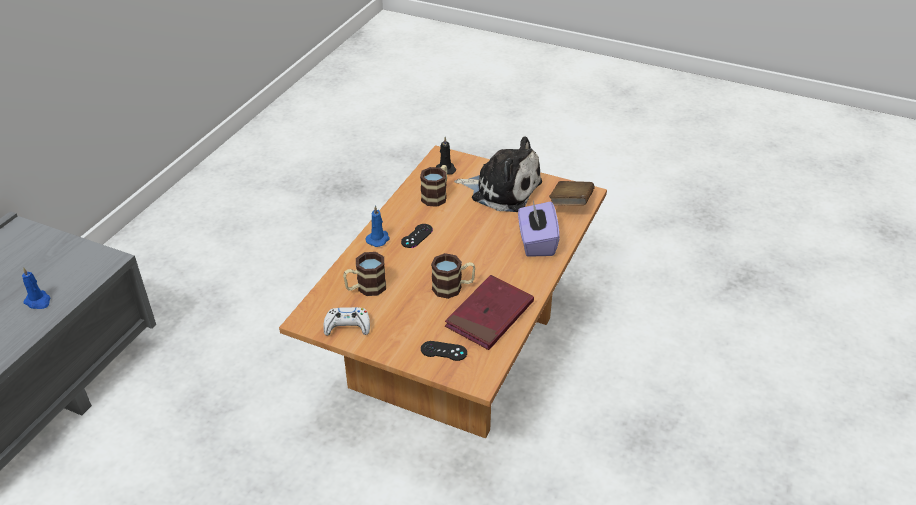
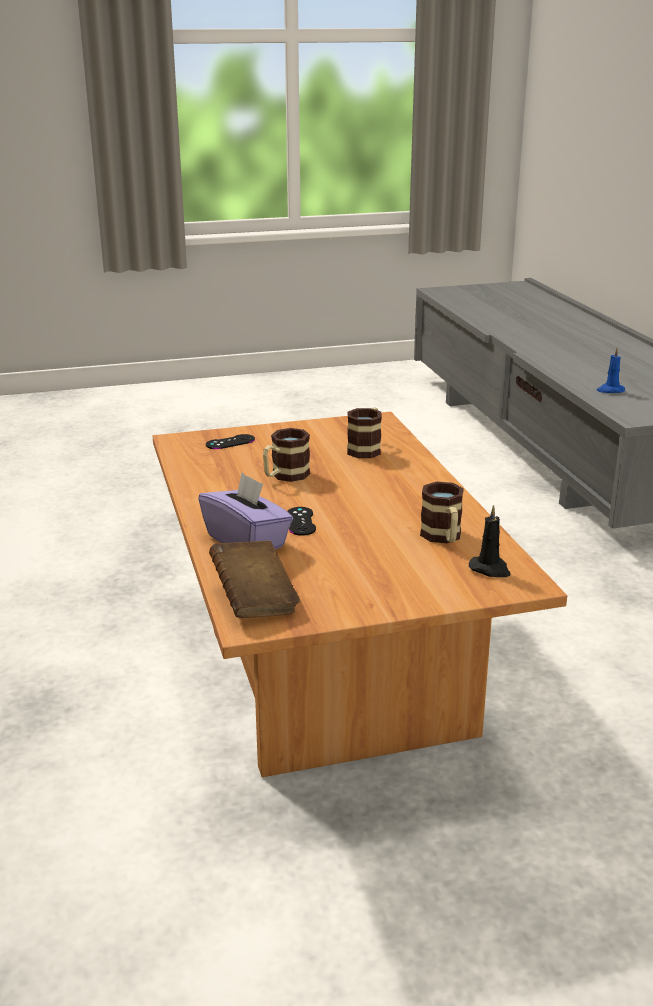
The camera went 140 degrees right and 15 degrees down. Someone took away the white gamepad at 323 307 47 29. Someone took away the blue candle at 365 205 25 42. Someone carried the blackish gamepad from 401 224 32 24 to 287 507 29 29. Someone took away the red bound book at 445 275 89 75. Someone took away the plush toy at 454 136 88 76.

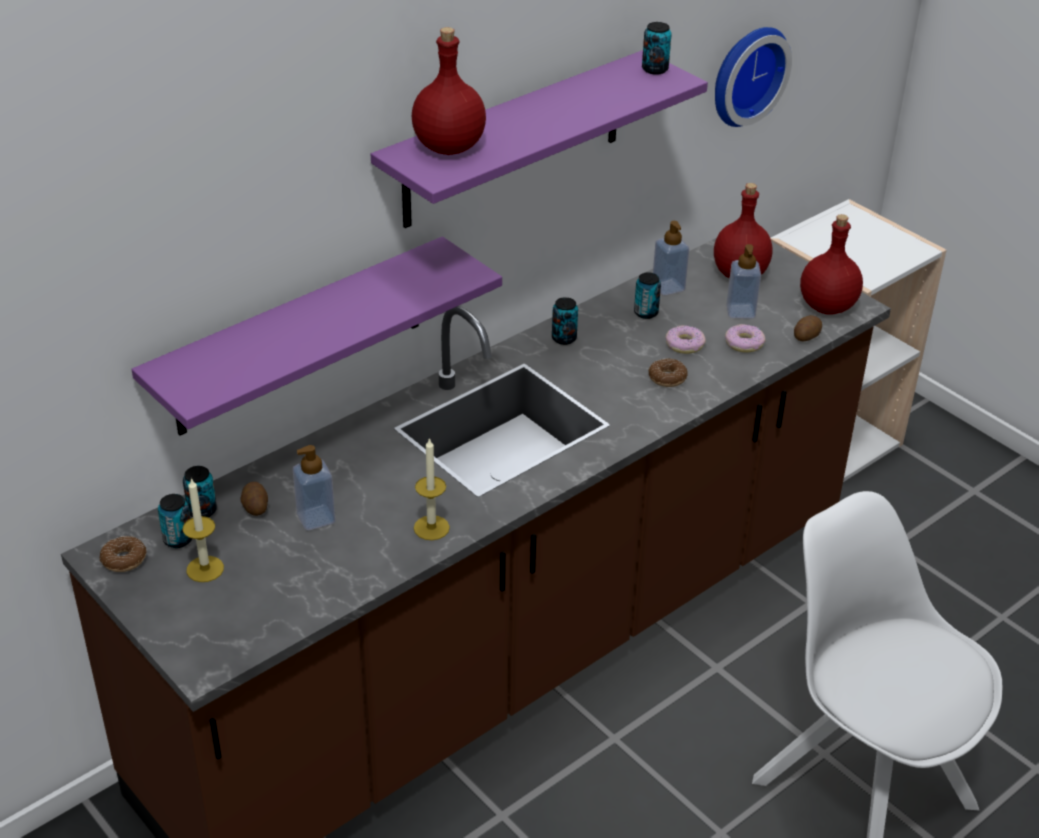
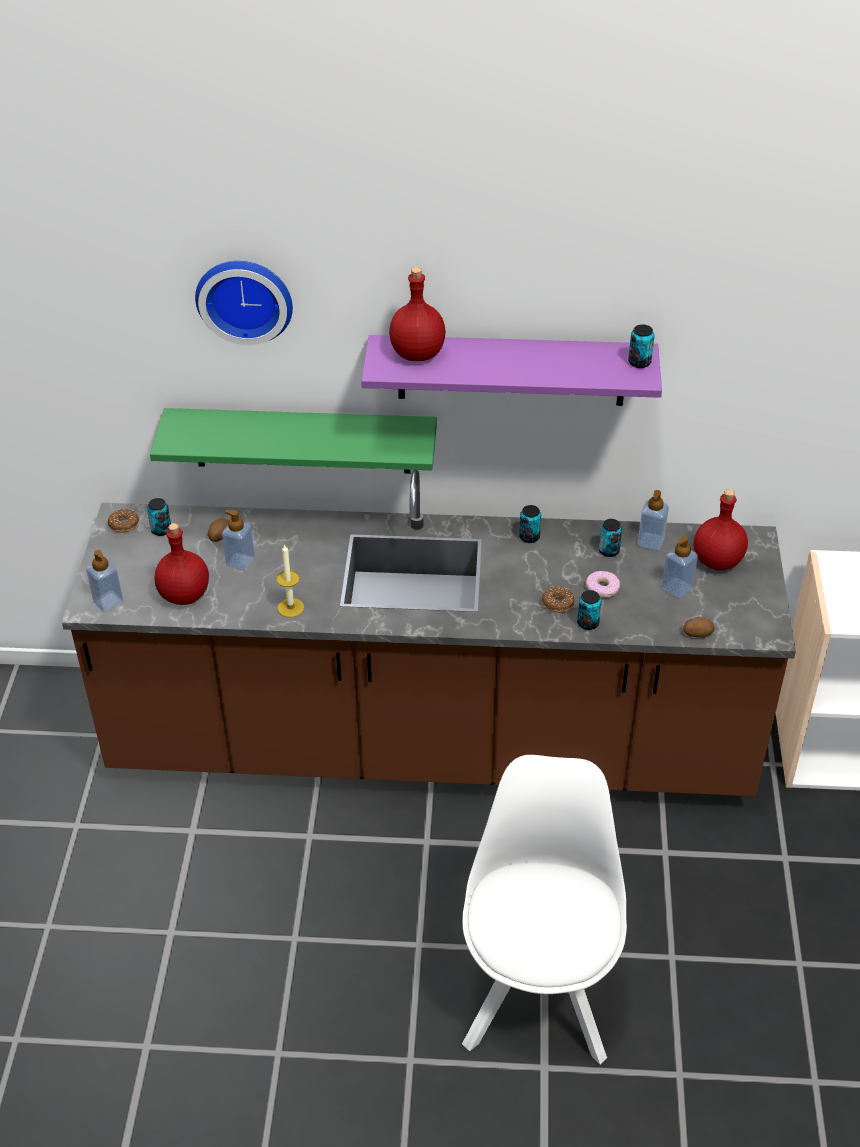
The camera went 45 degrees right and 5 degrees up. Someone repainted the purple wall shelf at 131 237 371 199, which became the greenish wall shelf at 150 408 287 66. Someone carried the sealed can from 183 466 34 51 to 577 590 24 40. Someone took away the candle at 183 478 41 104. Someone carried the clock on the wall from 715 27 77 100 to 195 261 98 84. Someone took away the donut at 725 324 41 28. Someone carried the red drink bottle from 800 214 63 101 to 155 523 54 82. Someone put down the liquid soap bottle at 86 550 38 62.

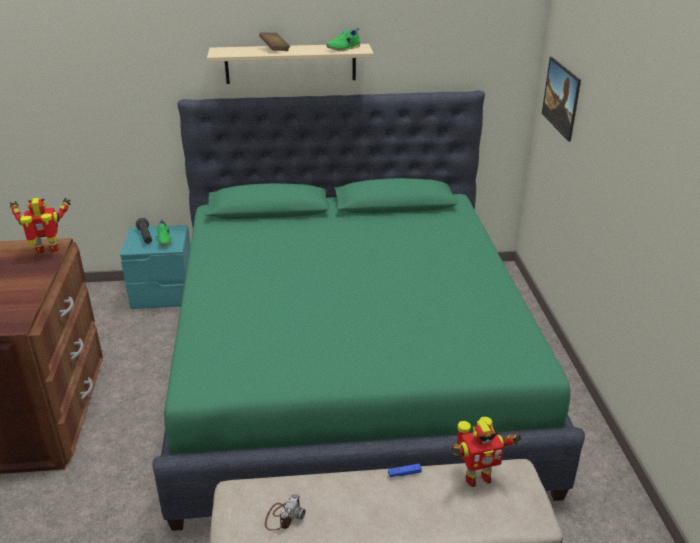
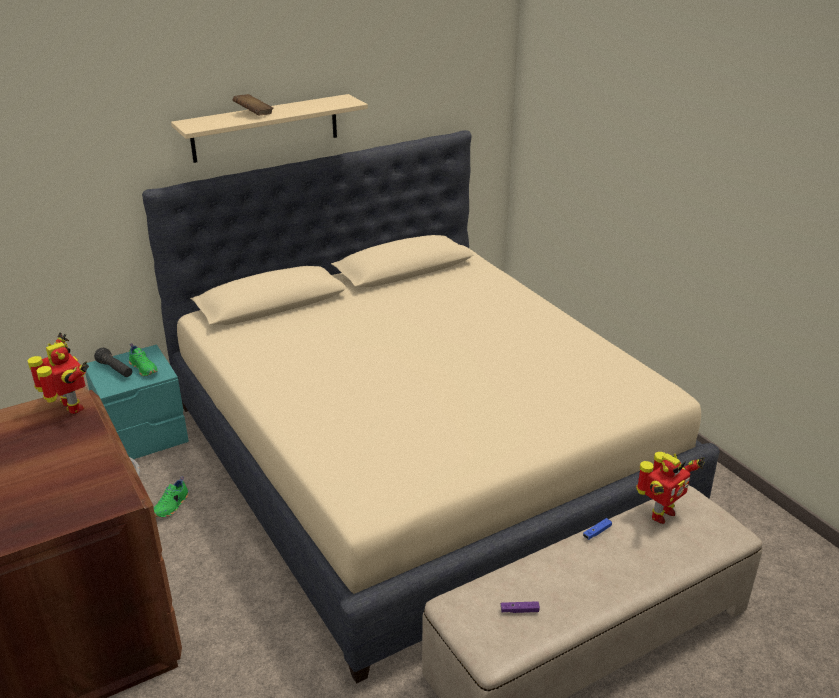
The camera went 25 degrees left and 0 degrees up. Someone rotated the toy robot at 10 198 60 56 by 90 degrees clockwise. Someone repainted the greenish sleeping bed at 152 90 433 441, which became the sand-coloured sleeping bed at 142 130 578 554. Someone swapped the still camera at 265 494 41 37 for the purple gamepad at 500 601 40 12. Someone carried the greenish item of footwear from 327 28 33 23 to 154 477 35 41. Someone took away the picture at 542 57 39 85.

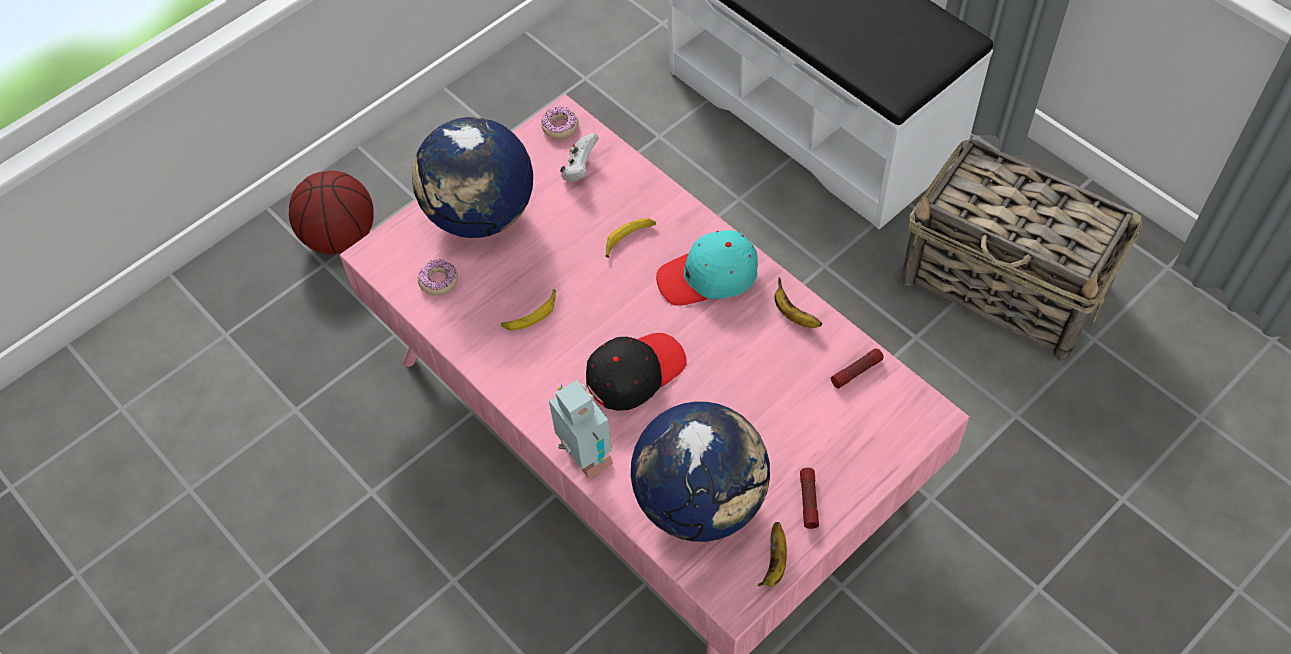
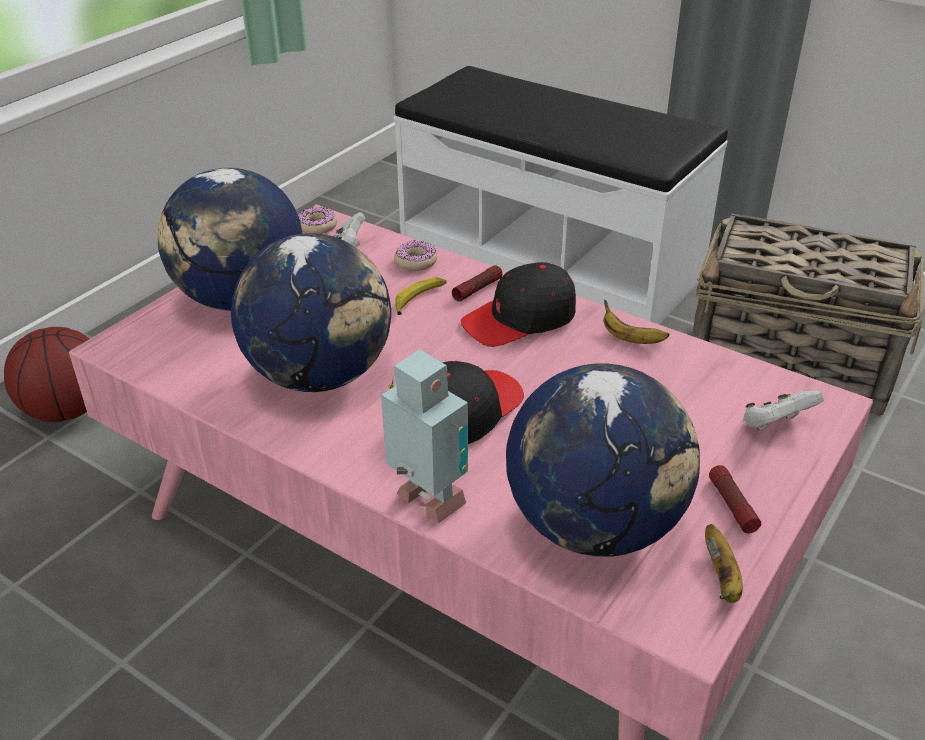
The camera went 15 degrees left and 20 degrees down. Someone carried the donut from 418 259 40 37 to 394 241 43 30. Someone swapped the banana fruit at 501 290 55 41 for the desk globe at 231 233 160 159. Someone repainted the turquoise peaked cap at 656 230 102 76, which became the blackish peaked cap at 461 262 115 85. Someone carried the flashlight from 831 348 52 41 to 452 265 50 37. Someone put down the white gamepad at 743 391 81 39.

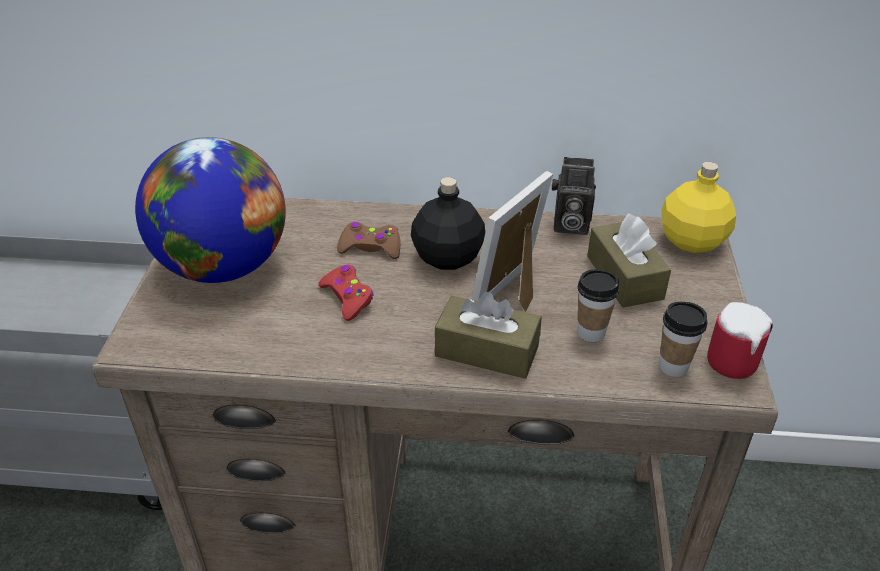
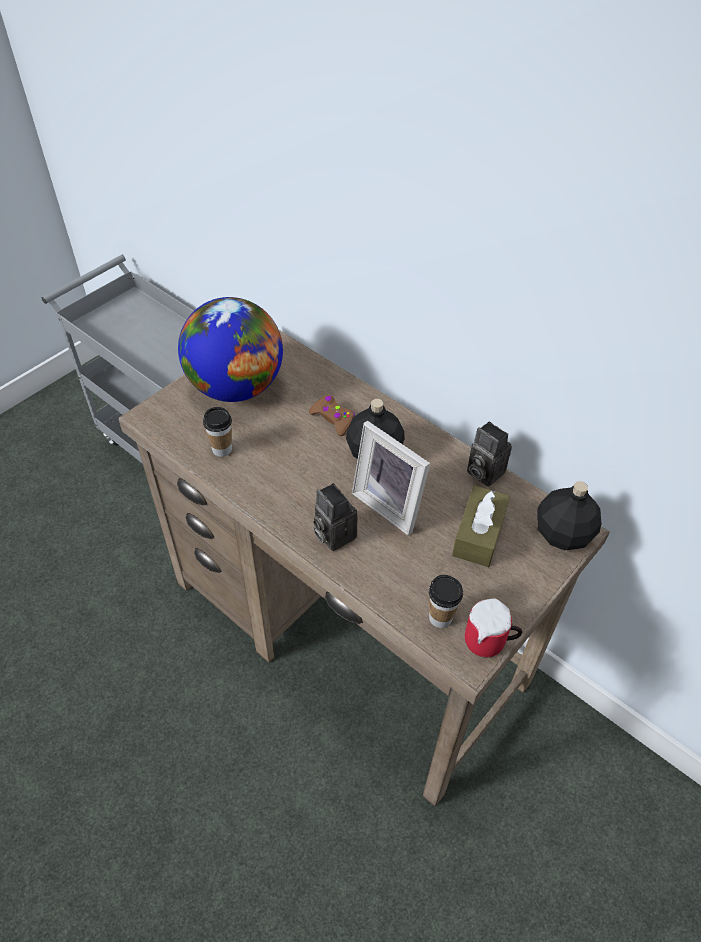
The camera went 35 degrees right and 10 degrees up. Someone took away the red gamepad at 318 264 55 57. Someone swapped the brown-coloured tissue holder at 435 292 107 87 for the still camera at 313 483 45 68. Someone rotated the photo frame at 471 171 82 140 by 120 degrees counterclockwise. Someone carried the drinking cup from 577 269 42 73 to 203 407 29 50. Someone repainted the yellowish drink bottle at 661 162 75 91, which became the blackish drink bottle at 537 481 65 69.

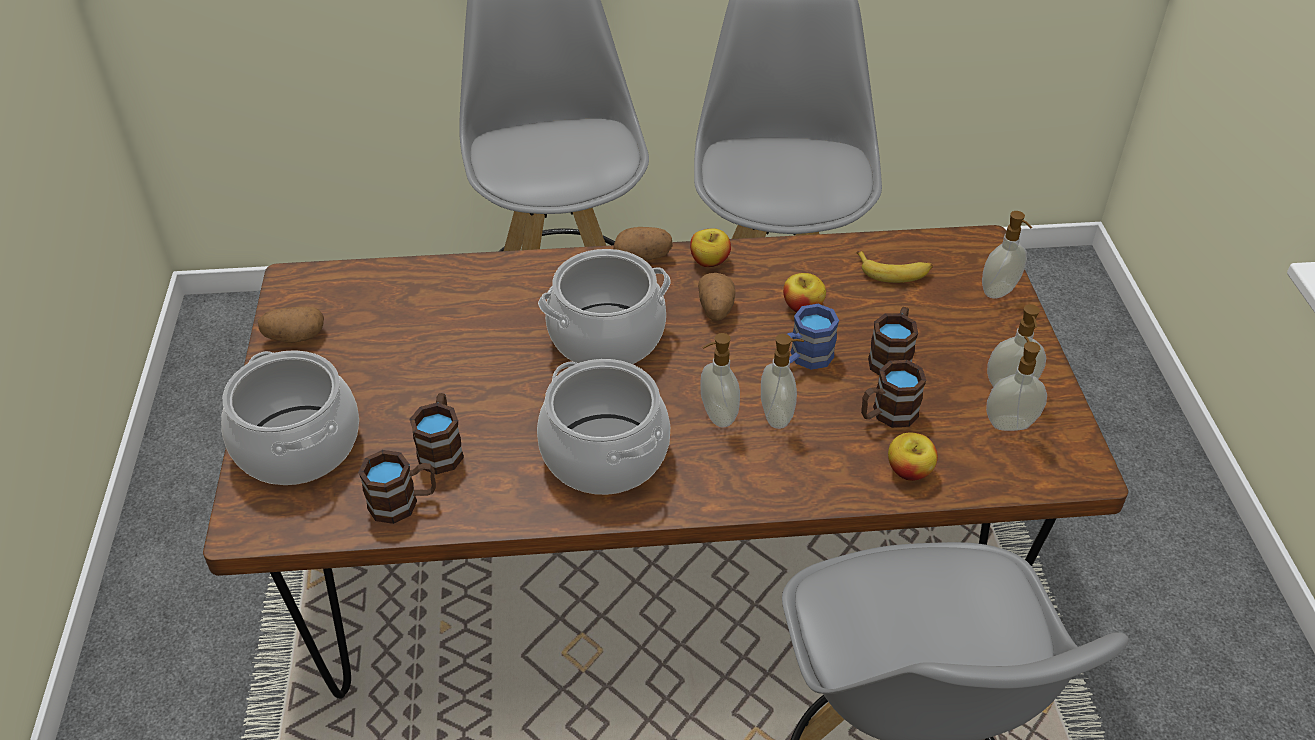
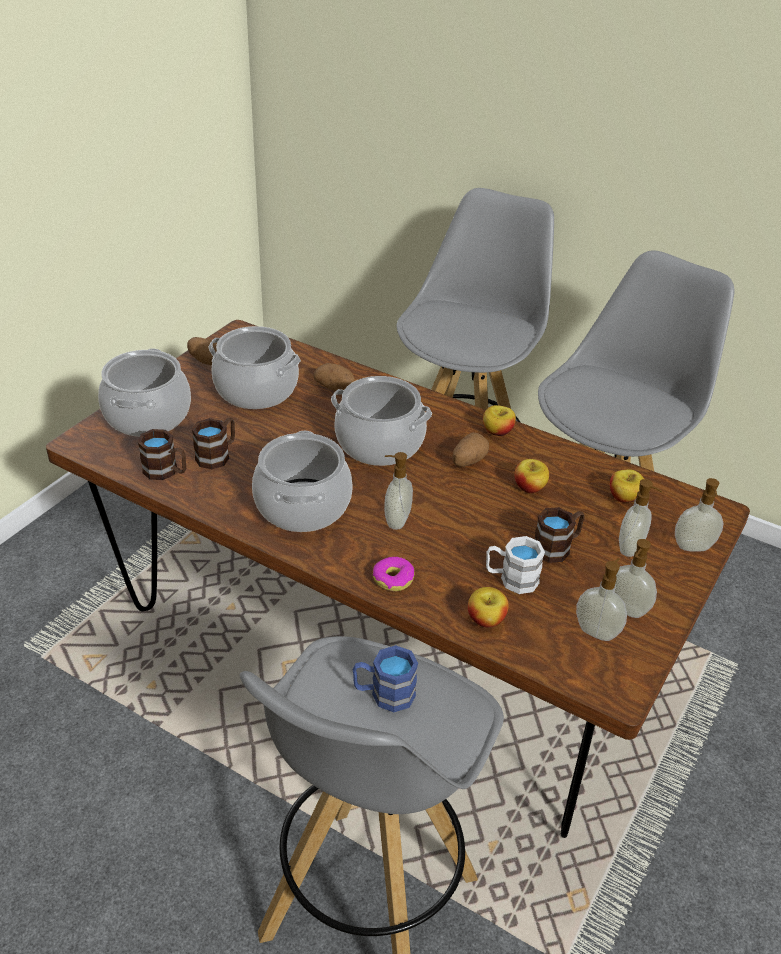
The camera went 35 degrees right and 5 degrees down. Someone carried the spud from 613 227 60 34 to 314 363 40 28. Someone carried the liquid soap bottle from 761 334 43 95 to 619 479 43 78. Someone carried the blue tea mug from 787 304 52 66 to 353 645 65 67. Someone swapped the banana fruit at 857 251 76 32 for the apple at 610 469 34 34. Someone repainted the brown-coloured tea mug at 861 360 65 68, which became the white tea mug at 486 536 59 58. Someone put down the saucepot at 209 326 92 83. Someone put down the donut at 373 557 41 34.

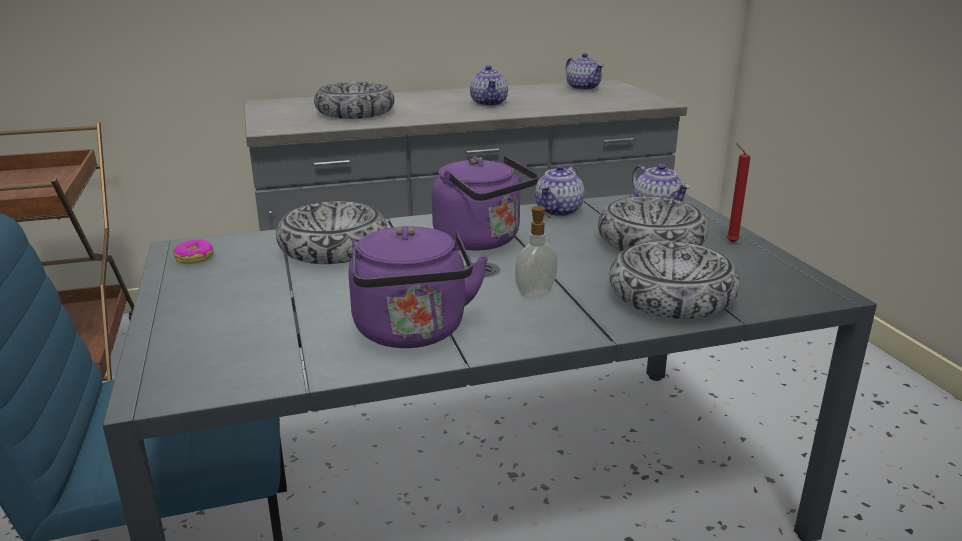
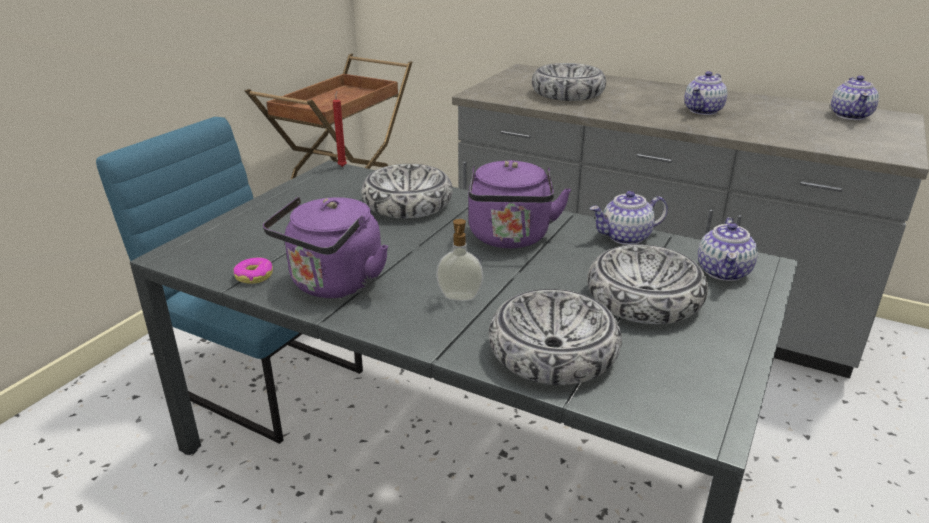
The camera went 45 degrees right and 5 degrees up. Someone carried the donut from 173 239 41 25 to 233 257 40 27. Someone carried the red candle from 727 143 24 100 to 333 91 14 76.

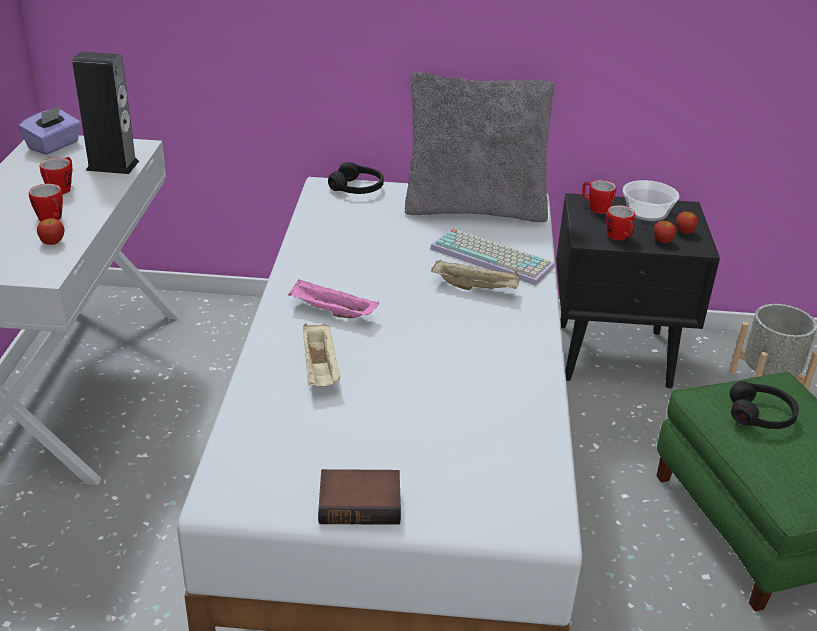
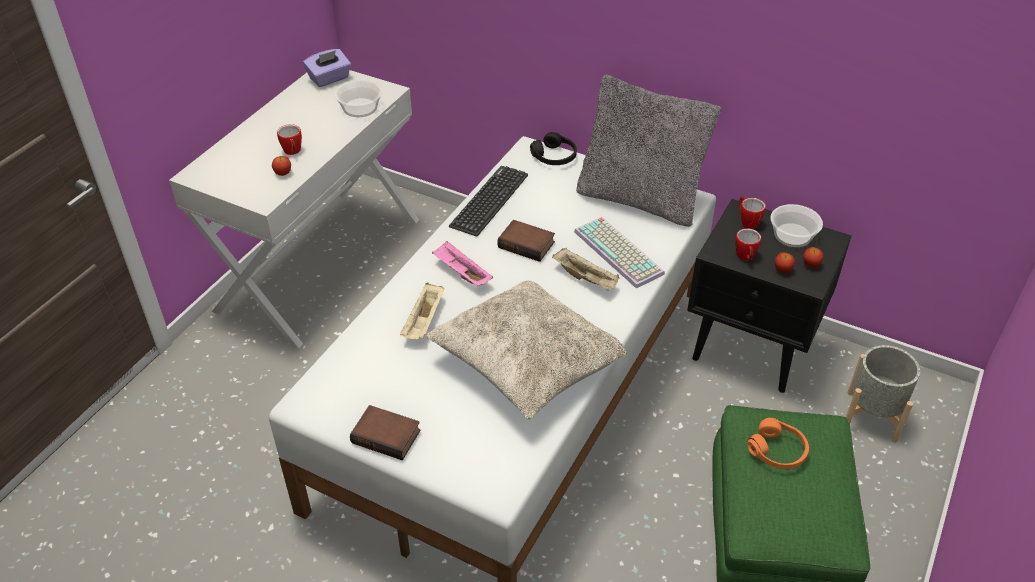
The camera went 25 degrees right and 10 degrees up. Someone took away the tea mug at 40 157 32 37. Someone swapped the speaker at 72 51 67 123 for the bowl at 335 80 47 37. Someone repainted the blackish headphones at 730 381 69 48, which became the orange-coloured headphones at 747 418 62 51. Someone put down the sand-coloured throw pillow at 426 281 201 139. Someone put down the PC keyboard at 449 166 79 70. Someone put down the bound book at 497 220 58 42.

